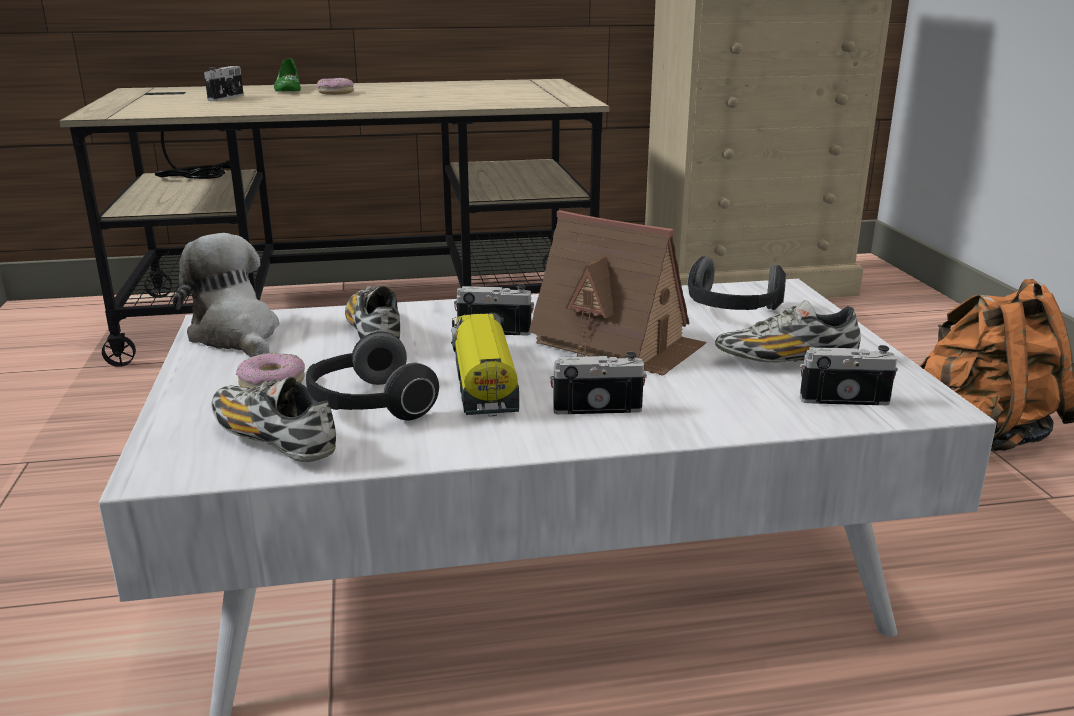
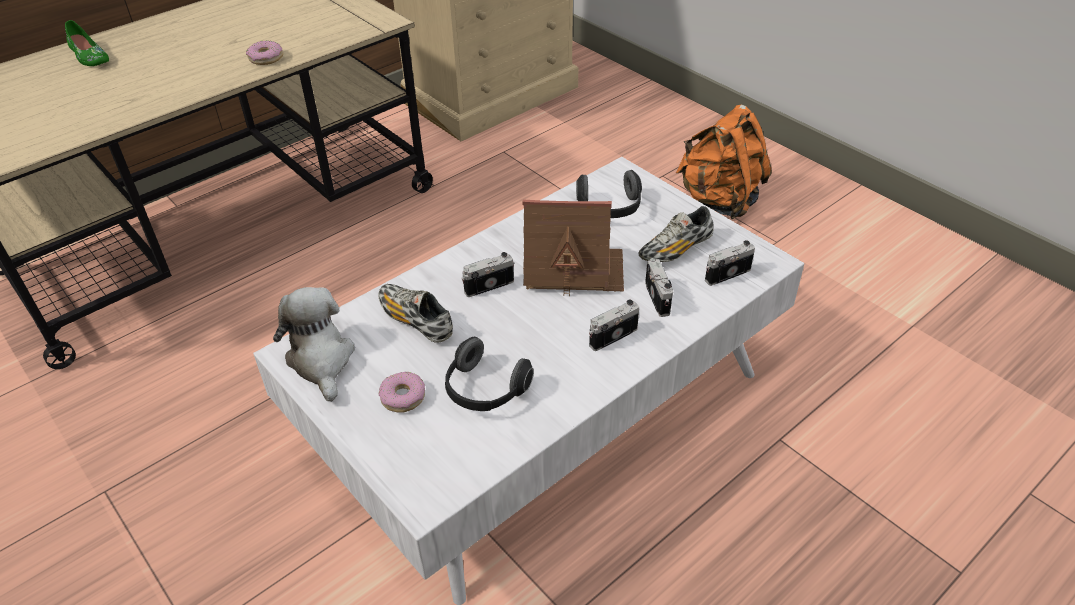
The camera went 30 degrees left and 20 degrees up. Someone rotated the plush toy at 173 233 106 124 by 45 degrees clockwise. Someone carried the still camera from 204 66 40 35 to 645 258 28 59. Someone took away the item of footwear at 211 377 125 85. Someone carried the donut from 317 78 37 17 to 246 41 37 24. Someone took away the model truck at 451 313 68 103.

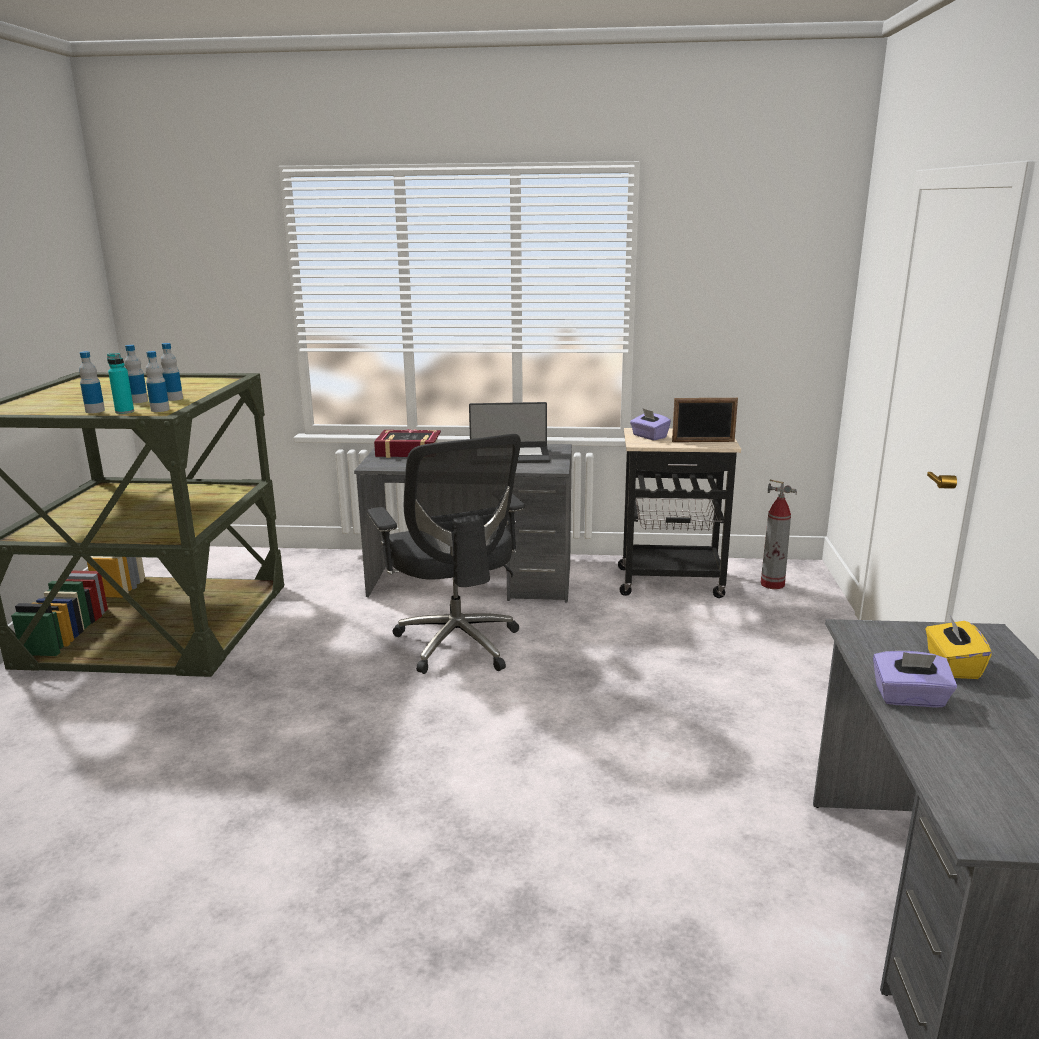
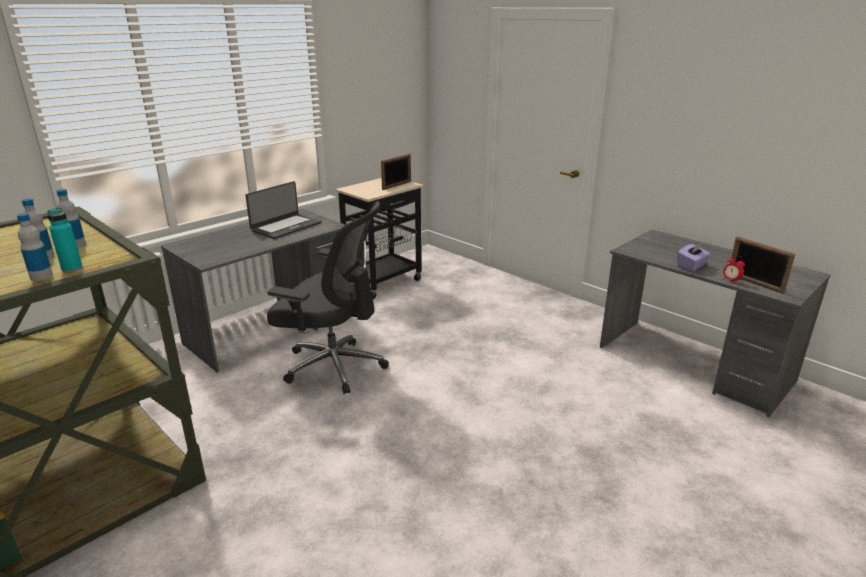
The camera went 50 degrees left and 5 degrees up. Someone took away the drink bottle at 145 351 25 61. Someone took away the bound book at 374 429 67 29. Someone took away the purple tissue holder at 630 409 41 31. Someone took away the extinguisher at 761 479 36 110. Someone took away the yellowish tissue holder at 925 615 67 64. Someone put down the alarm clock at 722 255 23 29. Someone put down the photo frame at 730 237 65 57.

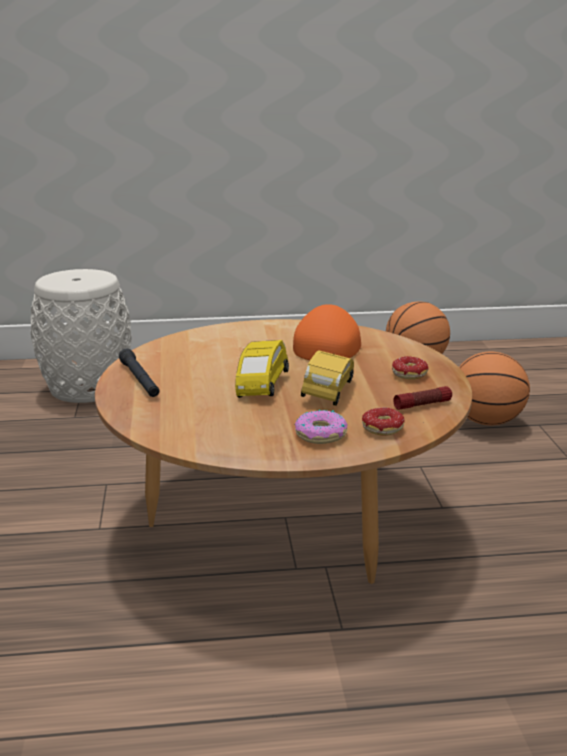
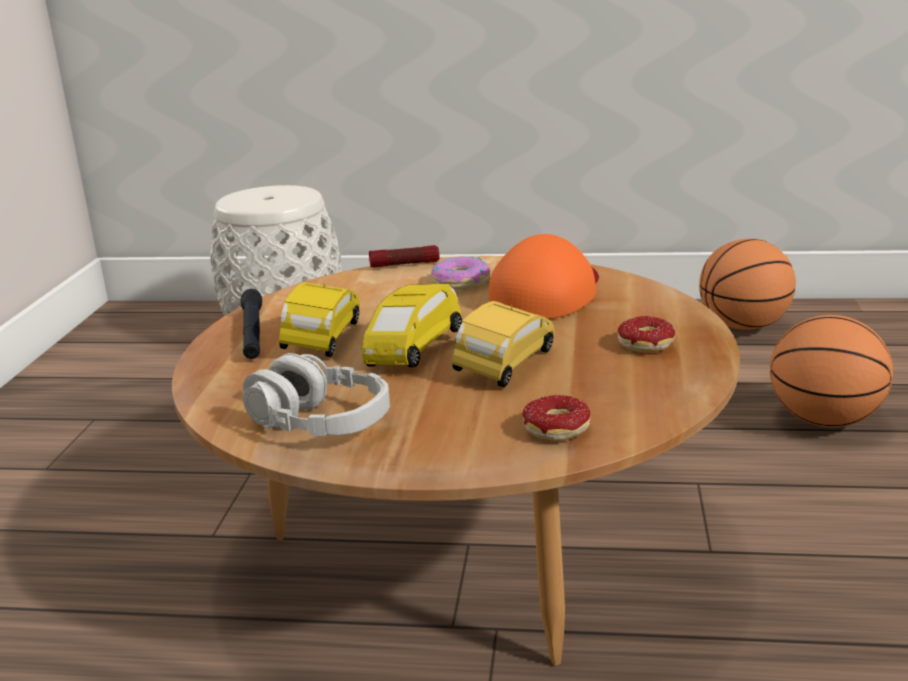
The camera went 15 degrees right and 0 degrees up. Someone carried the donut from 295 410 53 34 to 431 256 59 34. Someone carried the flashlight from 394 386 58 24 to 369 245 71 22. Someone put down the gray headphones at 243 353 147 83. Someone put down the yellowish miniature car at 279 282 80 75.

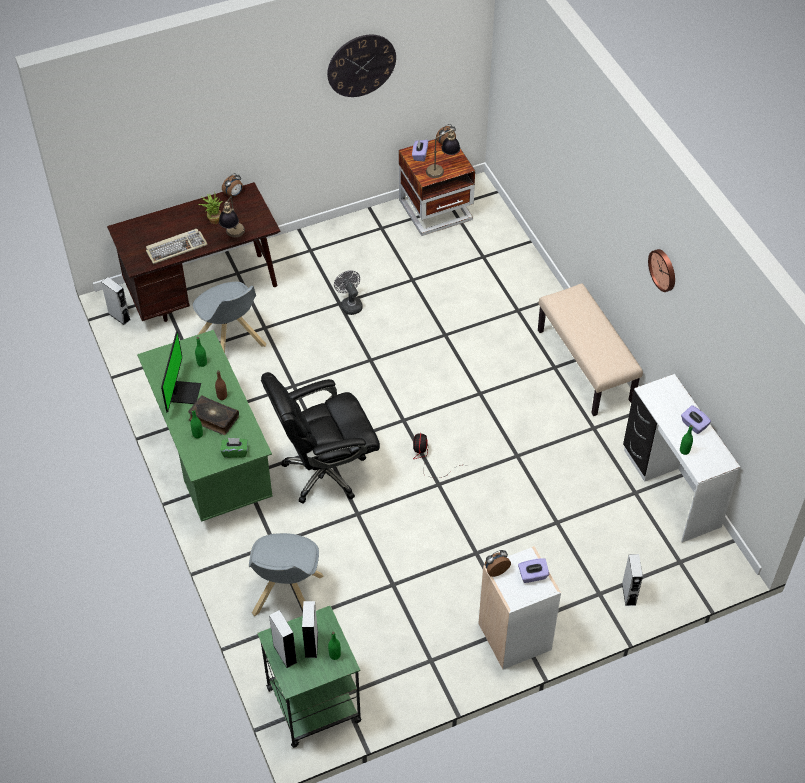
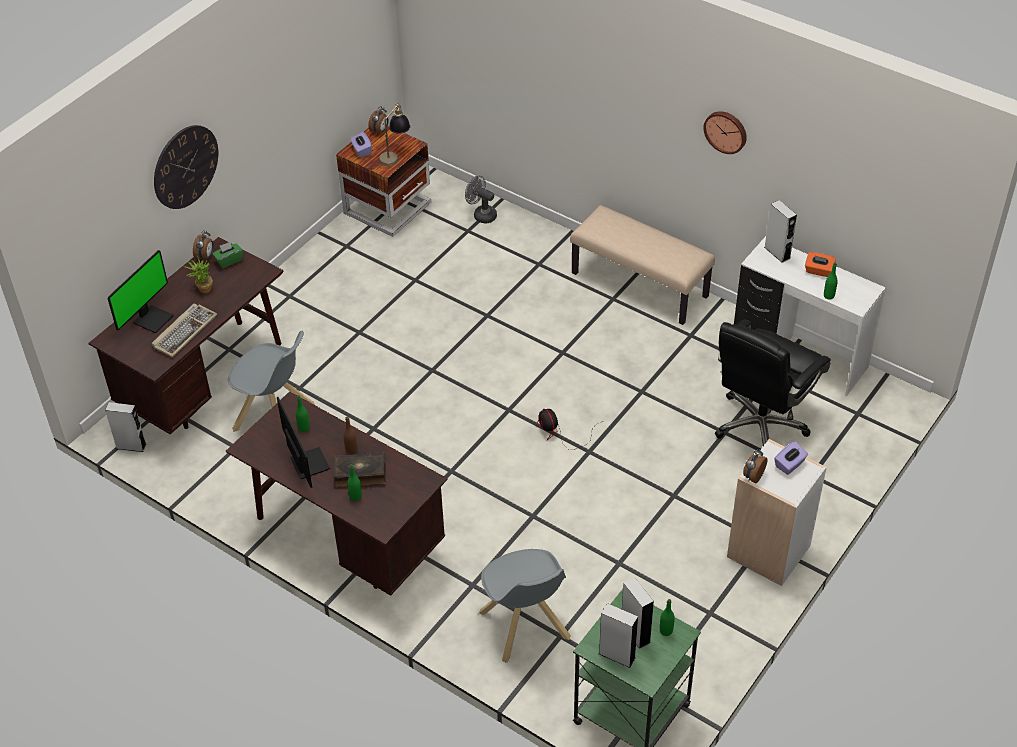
The camera went 30 degrees left and 5 degrees down. Someone repainted the greenish desk table at 137 330 136 192, which became the brown-coloured desk table at 226 391 222 205. Someone took away the lamp for a table at 219 196 26 41. Someone carried the greenish tissue holder from 220 438 28 20 to 212 242 31 26. Someone carried the blackish office chair from 261 372 119 132 to 715 320 116 126. Someone carried the clock on the wall from 327 35 69 62 to 154 125 64 84. Someone carried the gray cooling fan from 334 270 29 45 to 465 175 32 49. Someone carried the gray speaker from 622 554 21 52 to 764 200 33 63. Someone repainted the purple tissue holder at 681 405 30 29, which became the orange-coloured tissue holder at 805 252 31 25. Someone put down the computer display at 108 250 66 83.

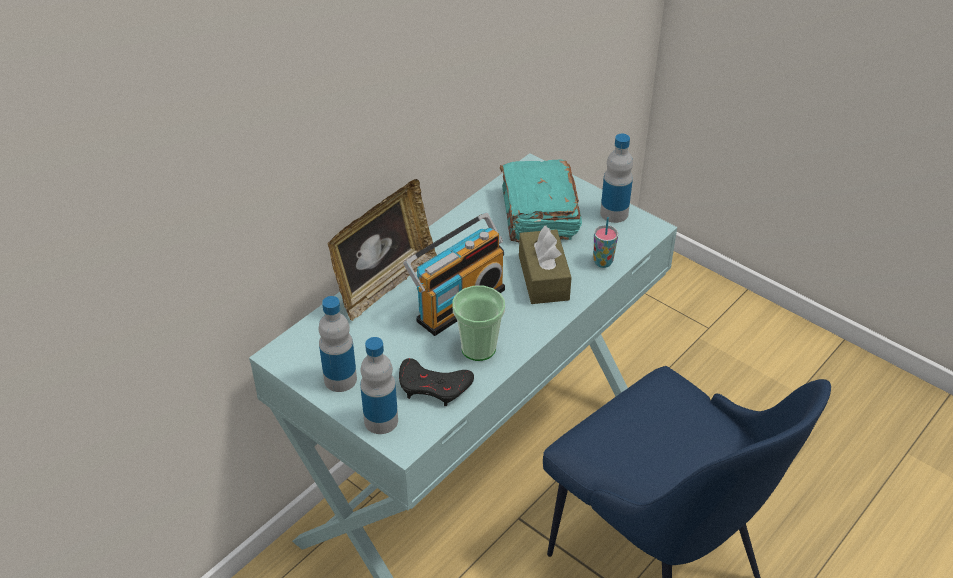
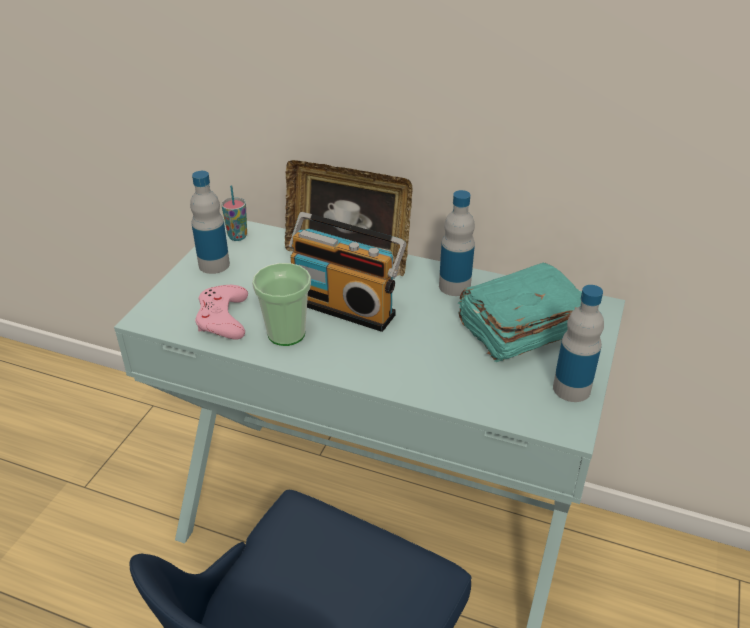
The camera went 70 degrees right and 5 degrees down. Someone carried the drink bottle from 360 337 38 97 to 439 190 36 106. Someone repainted the blackish gamepad at 399 358 75 48, which became the pink gamepad at 195 285 53 55. Someone took away the brown-coloured tissue holder at 519 226 53 78. Someone carried the drinking cup from 593 217 25 51 to 221 185 26 56.

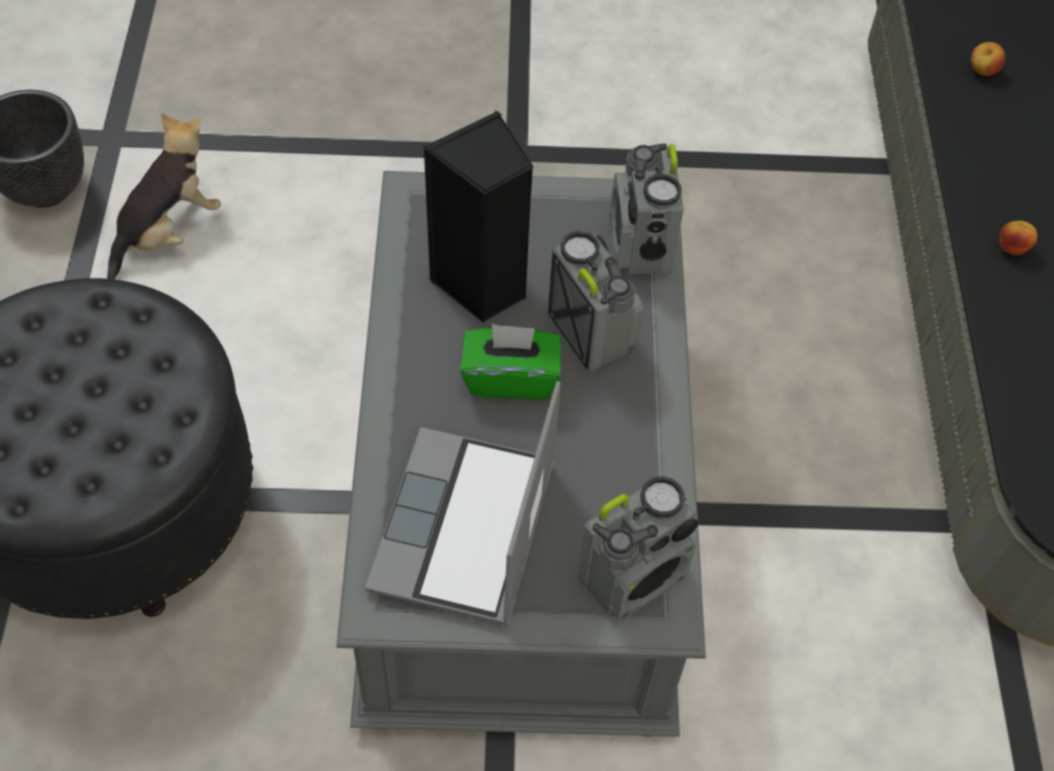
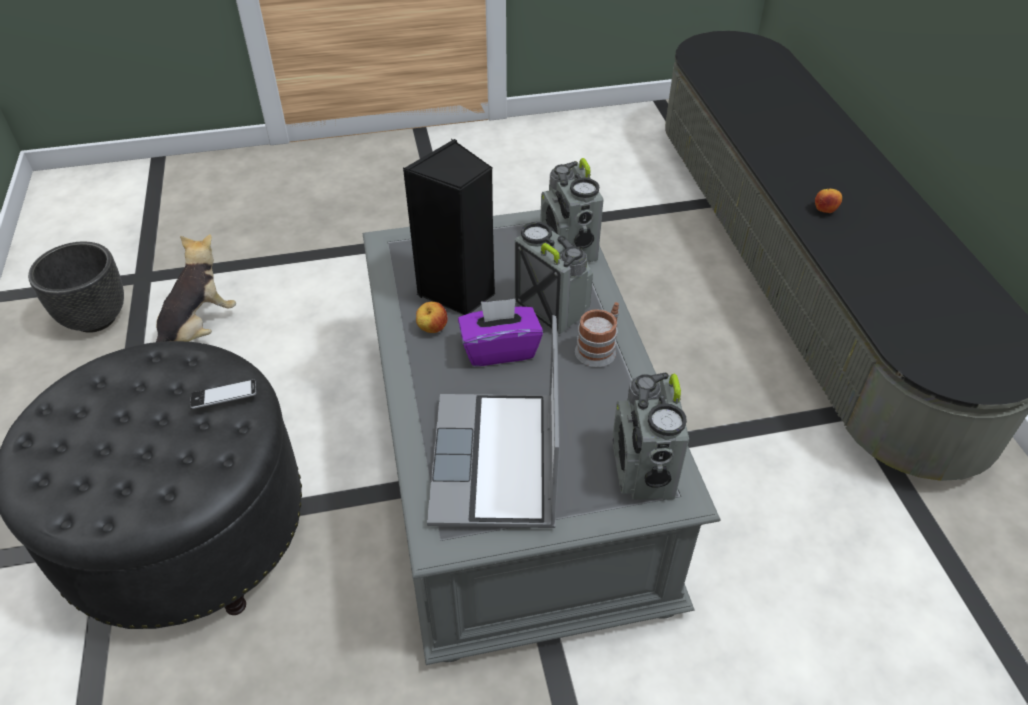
The camera went 10 degrees left and 10 degrees down. Someone repainted the greenish tissue holder at 460 324 101 76, which became the purple tissue holder at 458 299 85 67. Someone rotated the radio set at 577 476 122 143 by 135 degrees clockwise. Someone carried the apple from 971 42 35 34 to 416 302 32 31. Someone put down the telephone at 190 379 66 30. Someone put down the tea mug at 575 302 44 65.

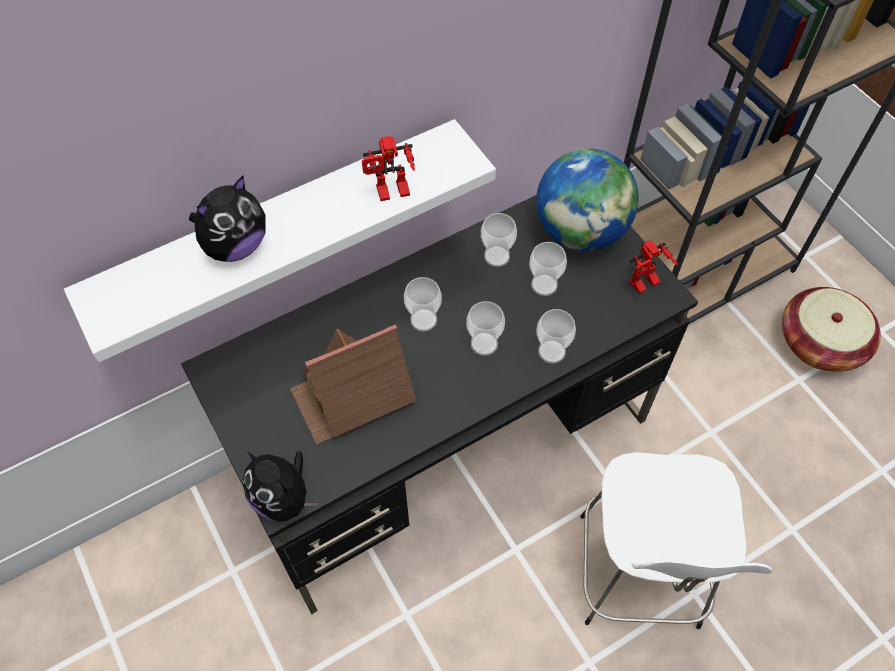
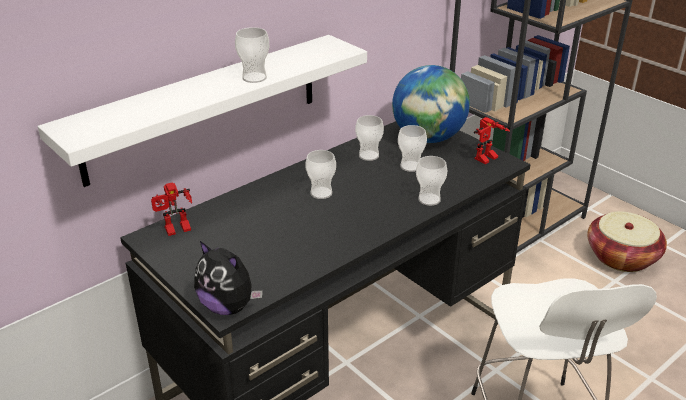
The camera went 10 degrees left and 25 degrees down. Someone took away the plush toy at 189 176 77 86. Someone took away the model house at 290 325 126 120. Someone carried the toy robot from 362 136 53 65 to 151 183 41 53. Someone carried the drinking cup from 466 301 39 55 to 235 27 34 56.

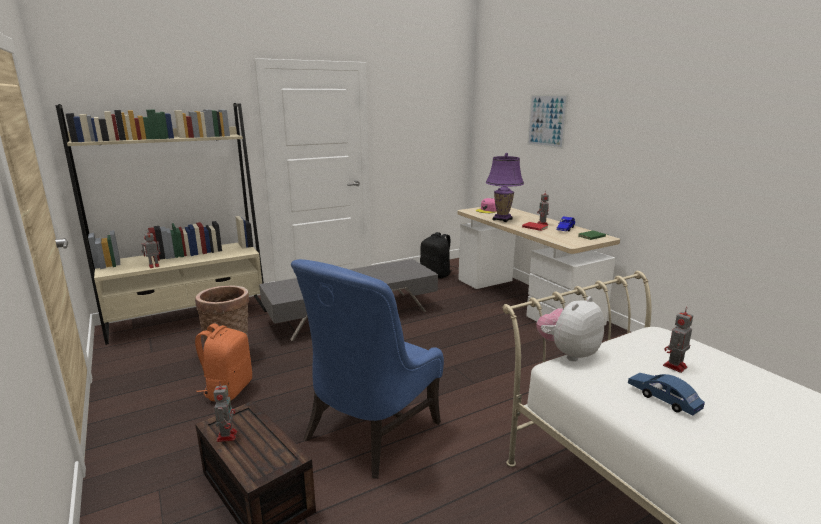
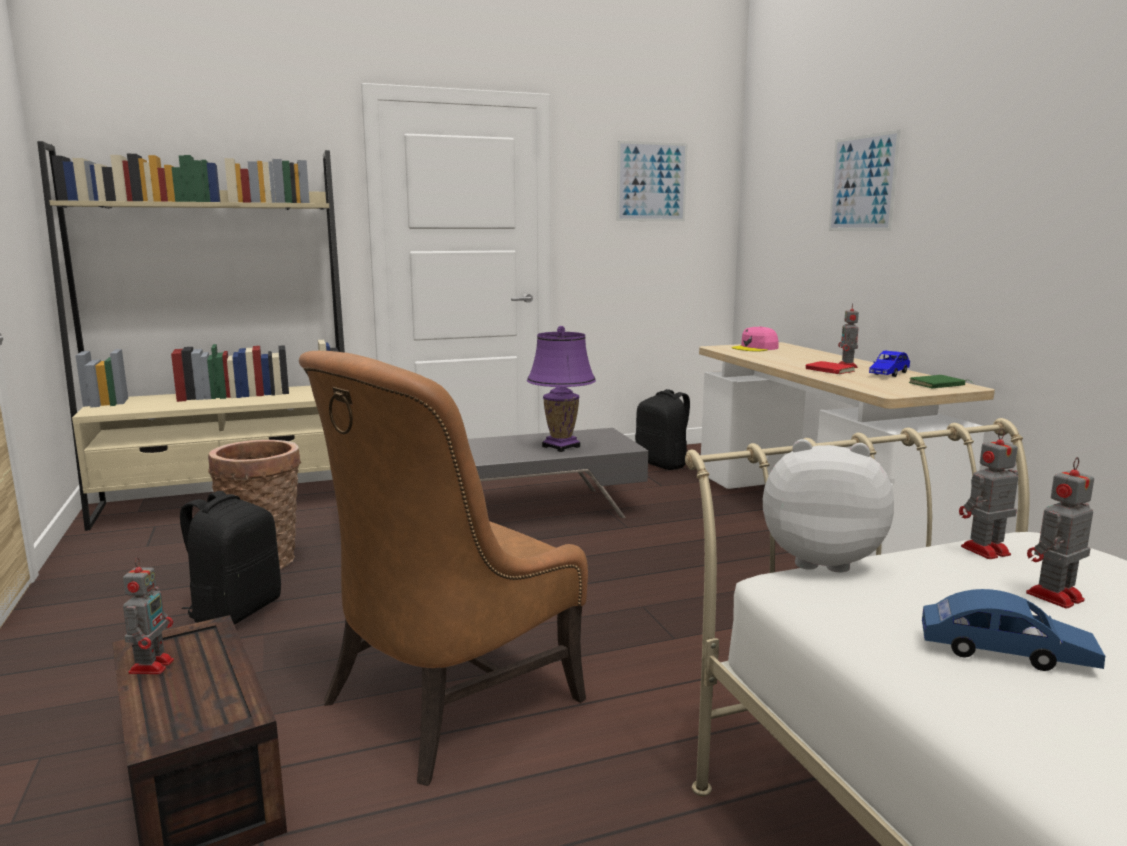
The camera went 10 degrees right and 5 degrees down. Someone carried the toy robot from 141 229 19 39 to 959 428 59 131. Someone repainted the orange-coloured rucksack at 195 323 57 78, which became the blackish rucksack at 180 491 101 134. Someone repainted the blue upright chair at 291 259 153 220, which became the brown-coloured upright chair at 299 351 289 435. Someone carried the purple lamp for a table from 486 153 38 69 to 527 326 69 126. Someone rotated the plush toy at 536 296 68 65 by 45 degrees clockwise. Someone rotated the blue miniature car at 628 373 77 43 by 135 degrees clockwise. Someone put up the picture at 617 141 71 80.

